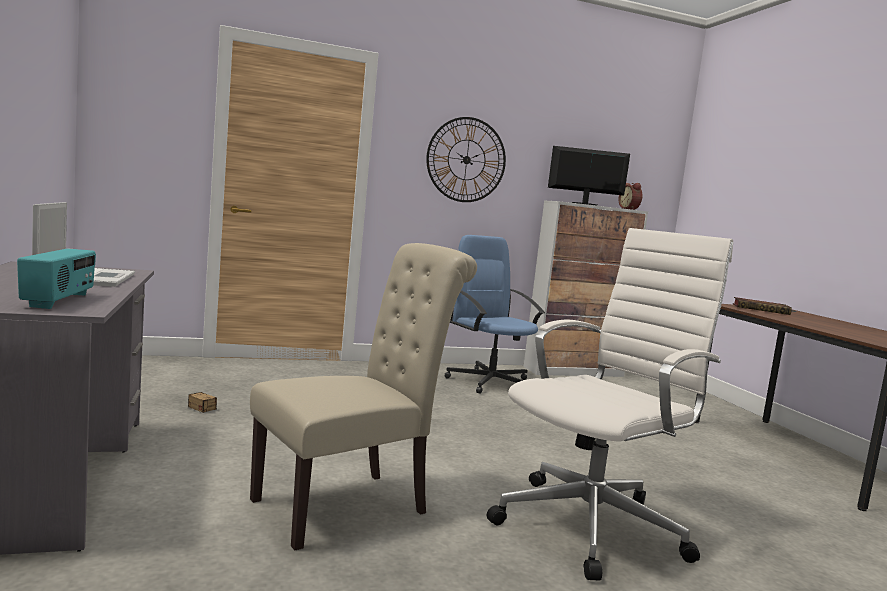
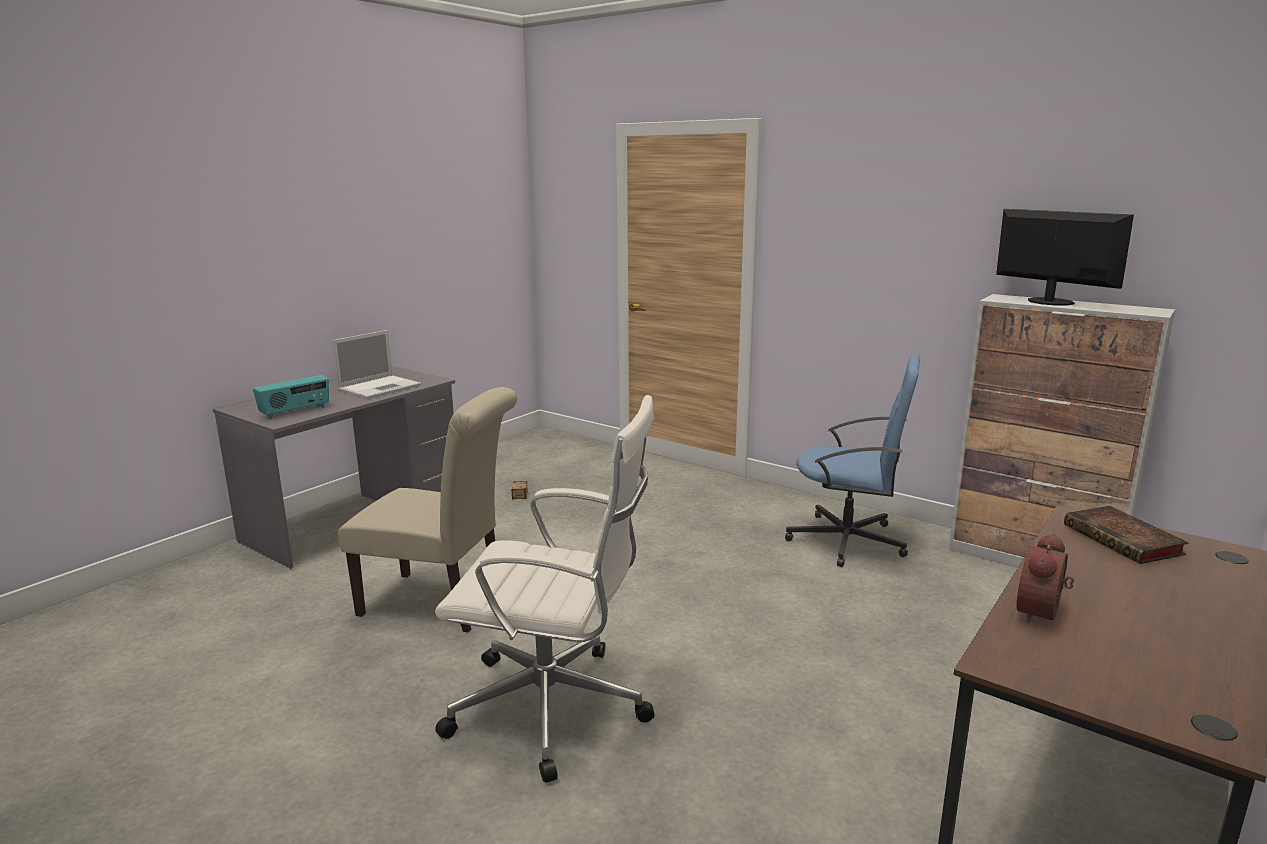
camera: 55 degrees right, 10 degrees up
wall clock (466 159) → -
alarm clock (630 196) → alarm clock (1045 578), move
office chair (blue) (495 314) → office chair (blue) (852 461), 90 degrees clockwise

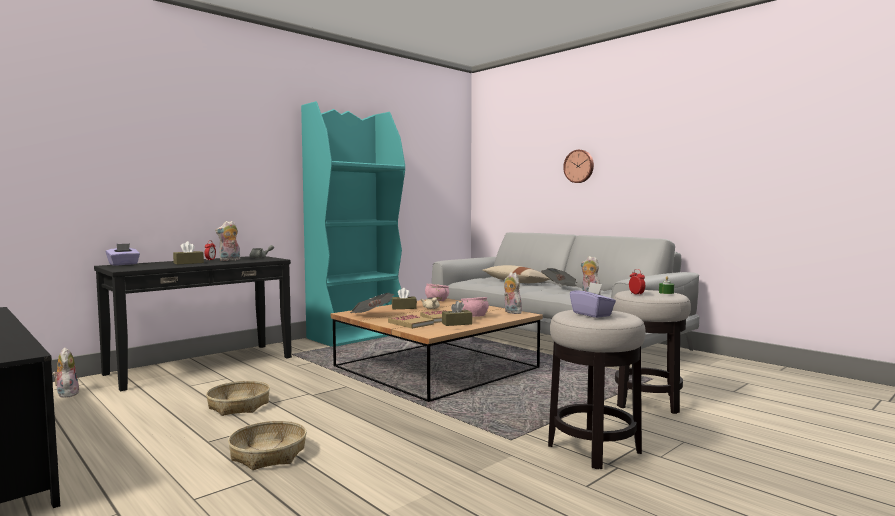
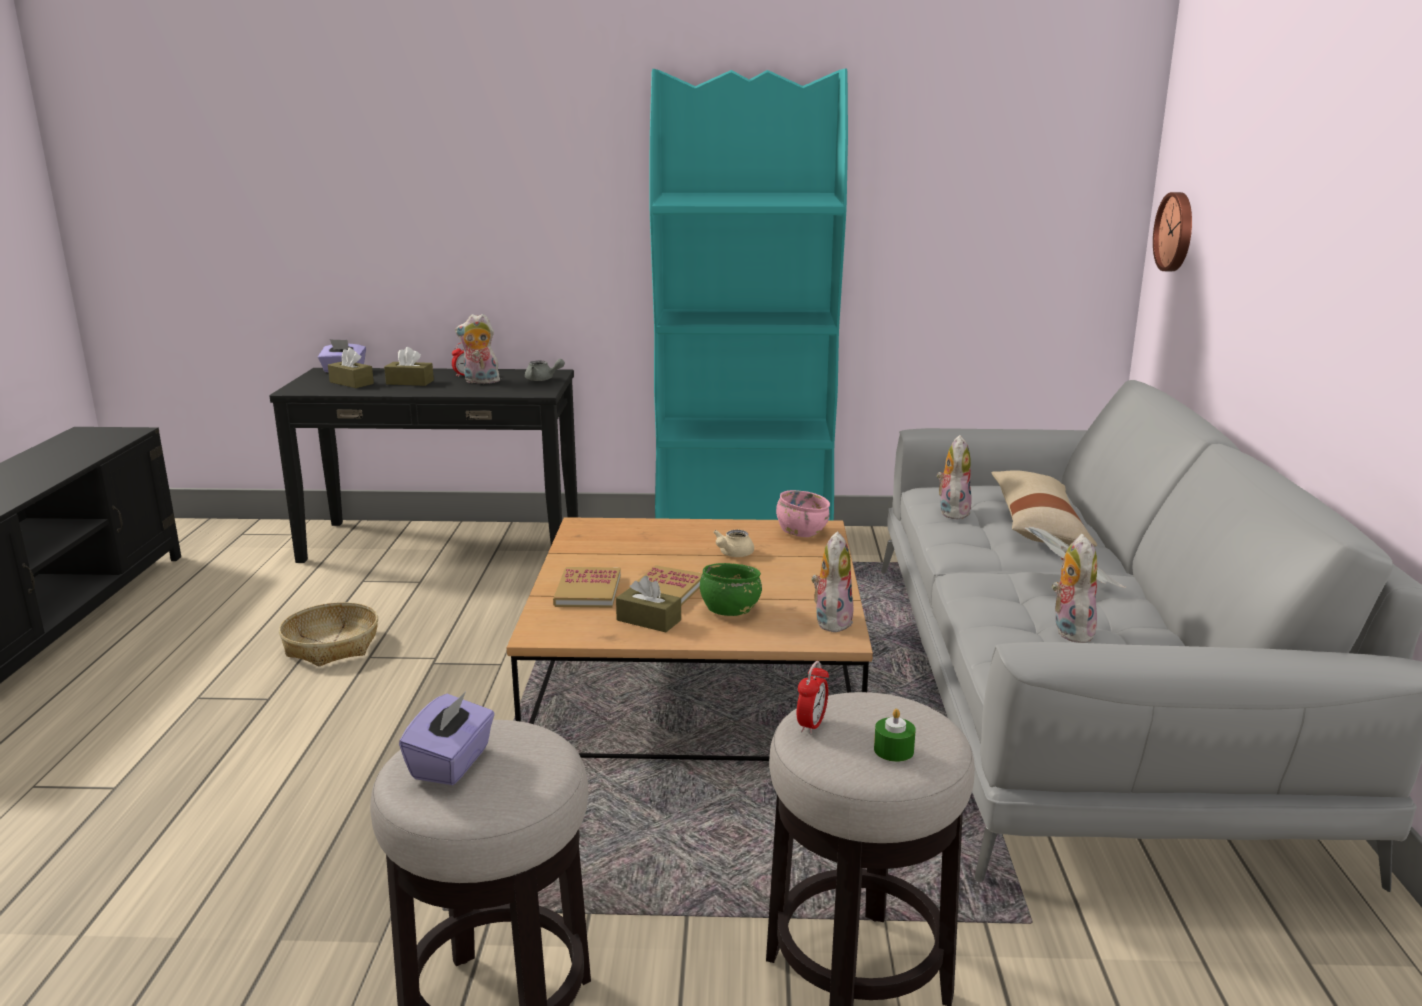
camera: 45 degrees right, 15 degrees up
wall clock (578 166) → wall clock (1172 231), move
tissue box (brown) (404 298) → tissue box (brown) (351 368), move
newspaper (372 303) → -
bowl (pink) (475 307) → bowl (green) (731 589)
plush toy (66 373) → plush toy (954 477), move
basket (267 445) → -

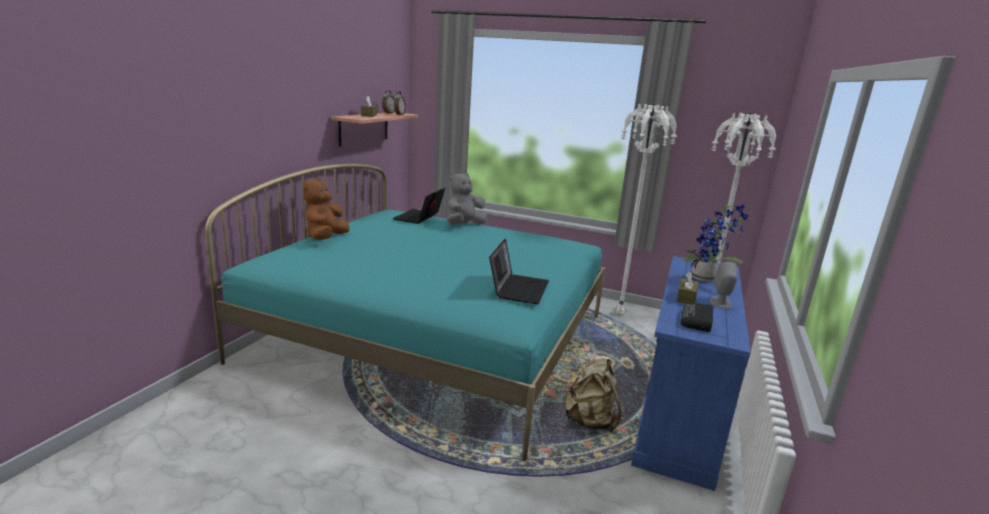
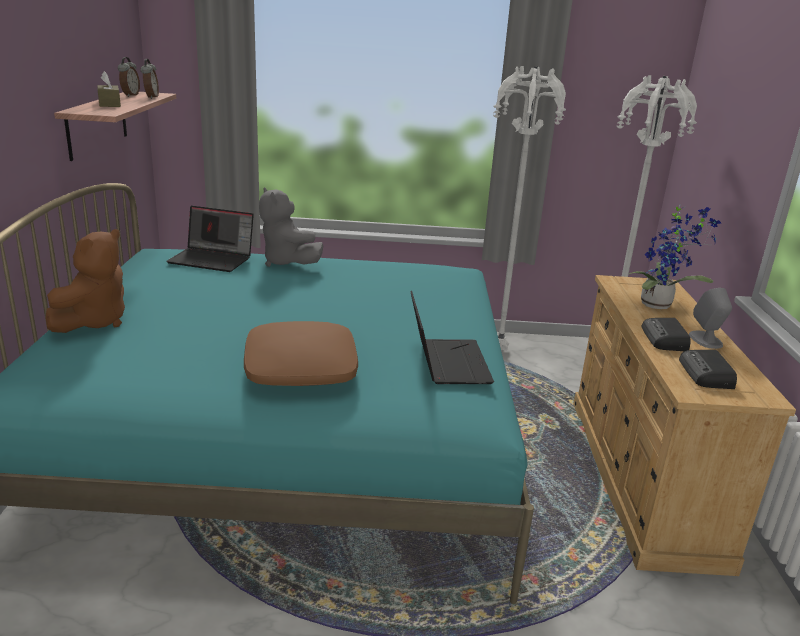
camera: 20 degrees left, 5 degrees up
plush toy (grey) (467 199) → plush toy (grey) (291 227), 60 degrees counterclockwise
plush toy (brown) (326 209) → plush toy (brown) (85 281), 150 degrees counterclockwise
laptop (419 206) → laptop (210 239), 75 degrees counterclockwise
dresser (blue) (691 373) → dresser (beige) (684 425)
tissue box (brown) (687 288) → radio (666 334)
backpack (beige) (592 394) → -
- → pillow (brown) (301 353)

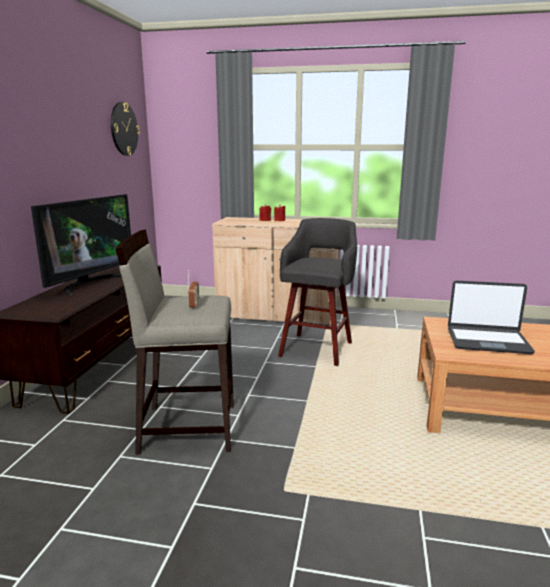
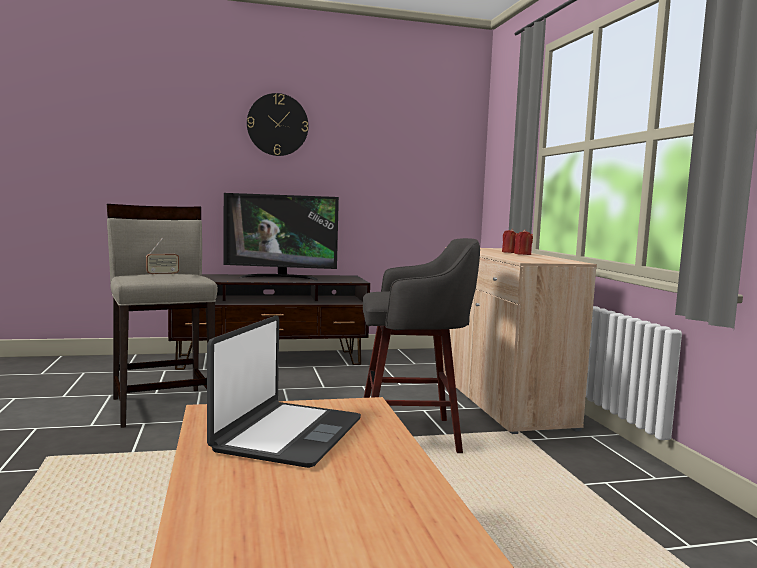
camera: 65 degrees right, 10 degrees down
wall clock (125 129) → wall clock (277 124), move
laptop (491 317) → laptop (284 391), 150 degrees counterclockwise

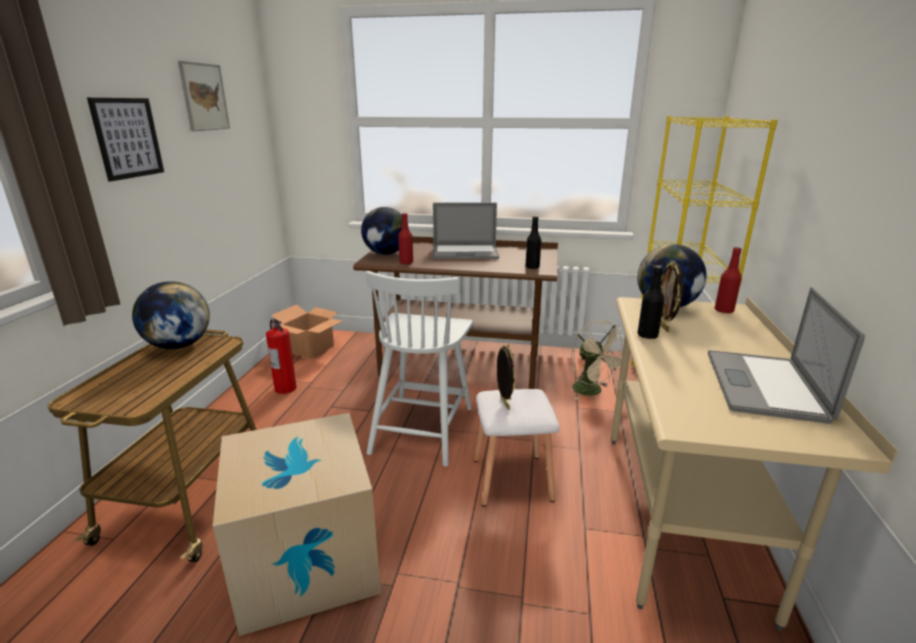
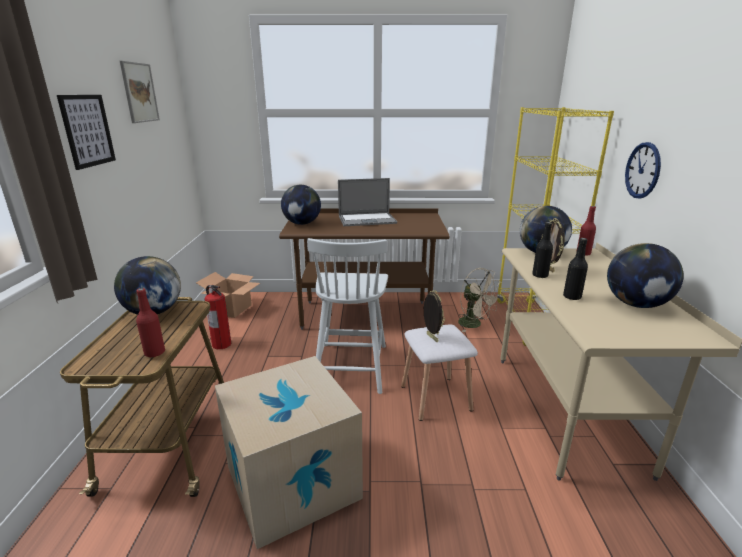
camera: 10 degrees left, 0 degrees up
bottle (red) (405 238) → bottle (red) (150 322), move
bottle (black) (533 242) → bottle (black) (575 269), move
laptop (786 355) → globe (645 275)
- → wall clock (643 170)

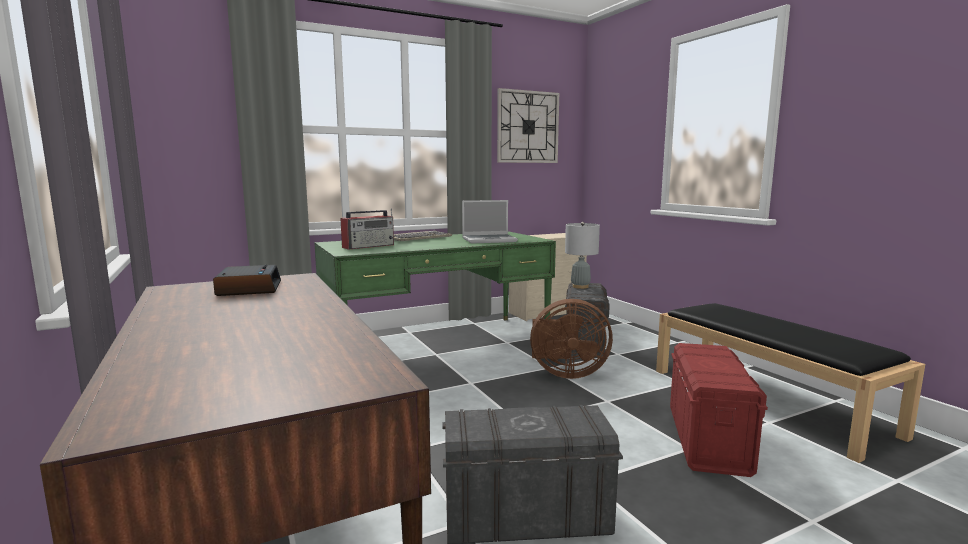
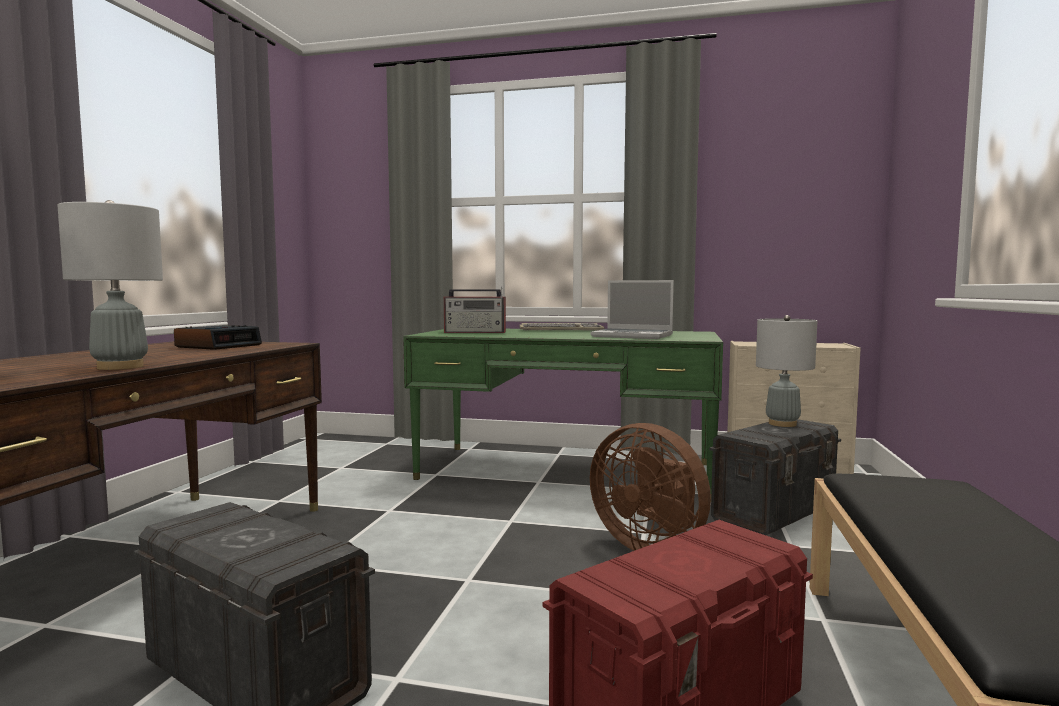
camera: 40 degrees right, 5 degrees down
wall clock (528 125) → -
- → table lamp (grey) (110 285)

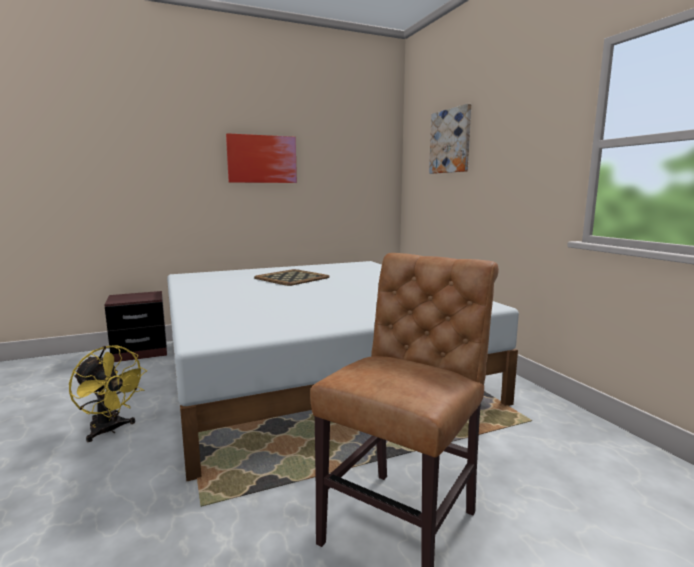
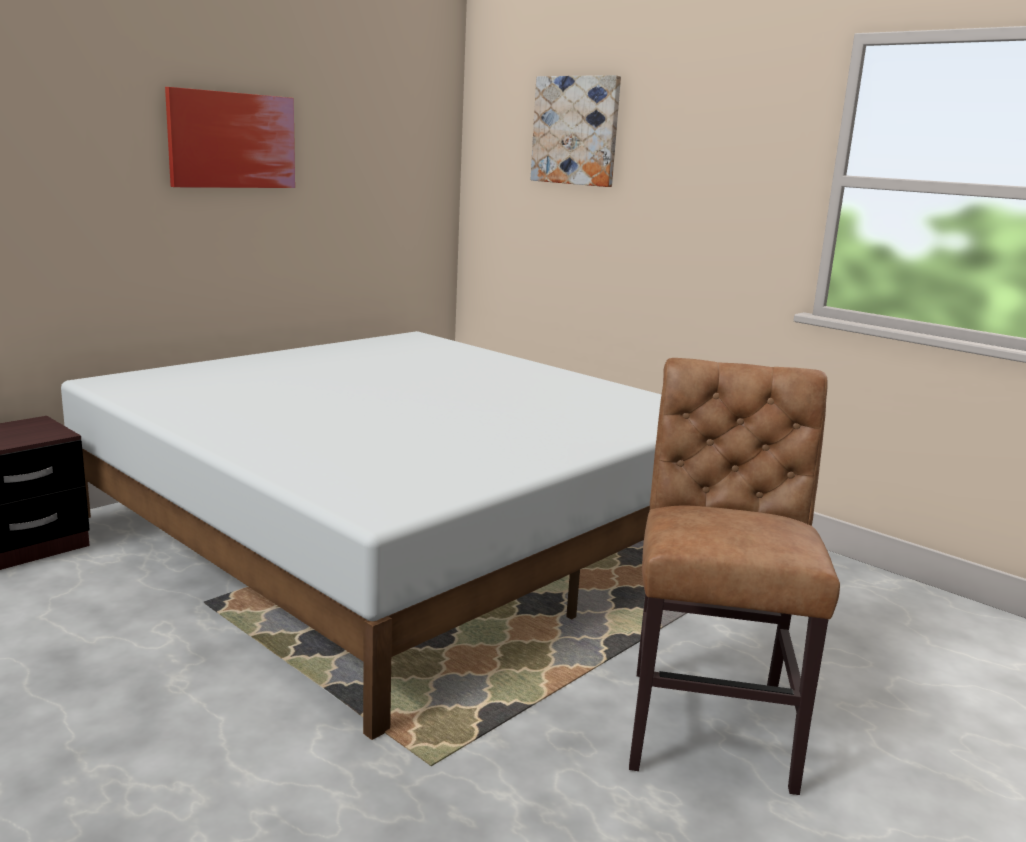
camera: 25 degrees left, 5 degrees up
tray (292 277) → -
fan (yellow) (108 394) → -

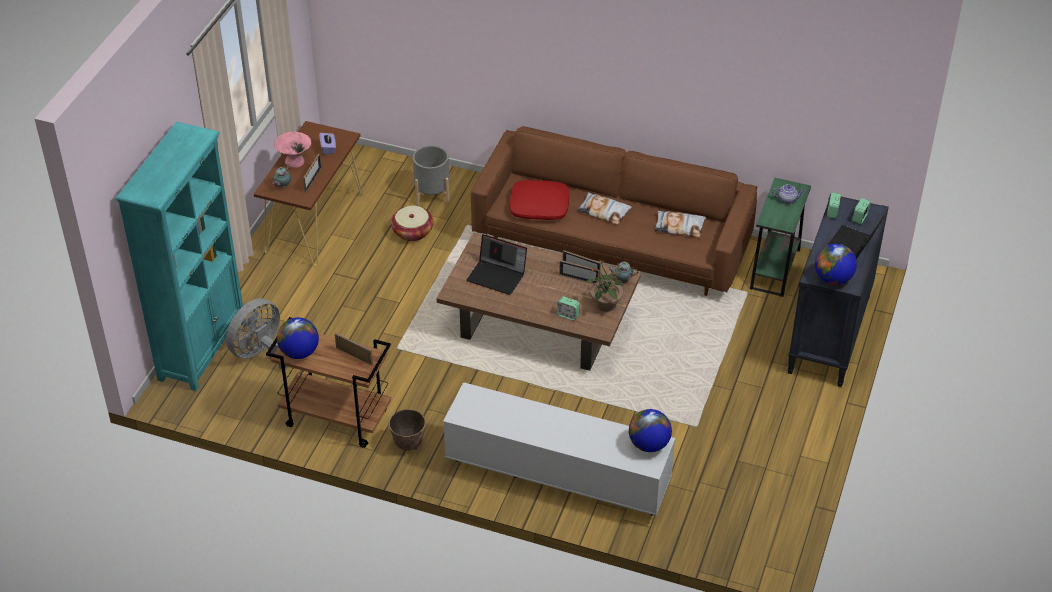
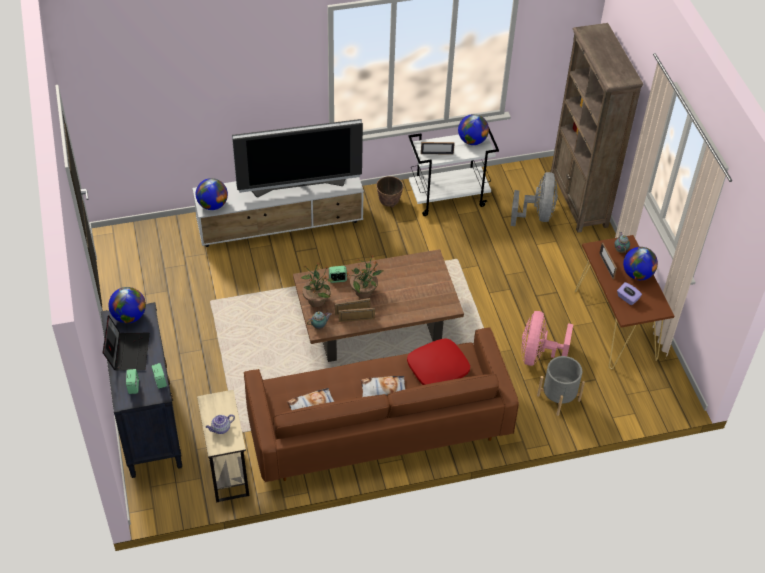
camera: 145 degrees right, 5 degrees up
bookcase (turquoise) (179 256) → bookcase (brown) (596 128)
bowl (pink) (292 149) → globe (640 263)
side table (green) (780 237) → side table (beige) (223 446)
basket (412 223) → fan (pink) (547 338)
laptop (497 264) → -
cart (brown) (328 382) → cart (white) (453 172)
- → television (297 158)
- → potted plant (364 277)

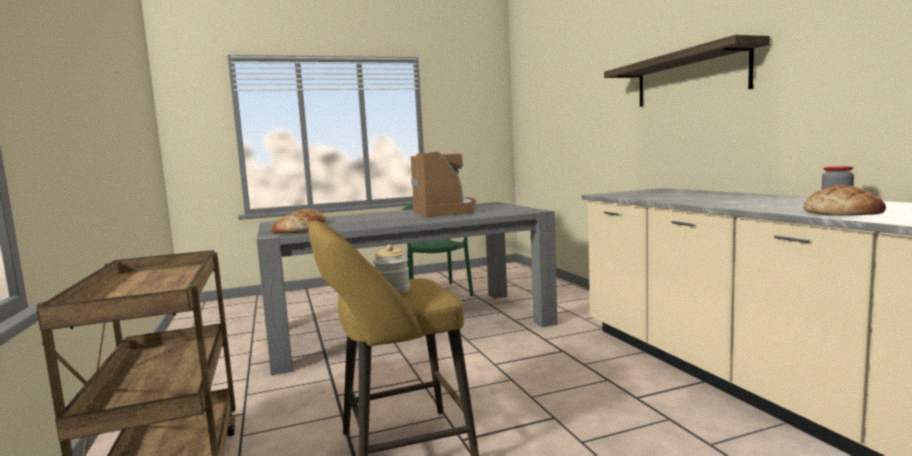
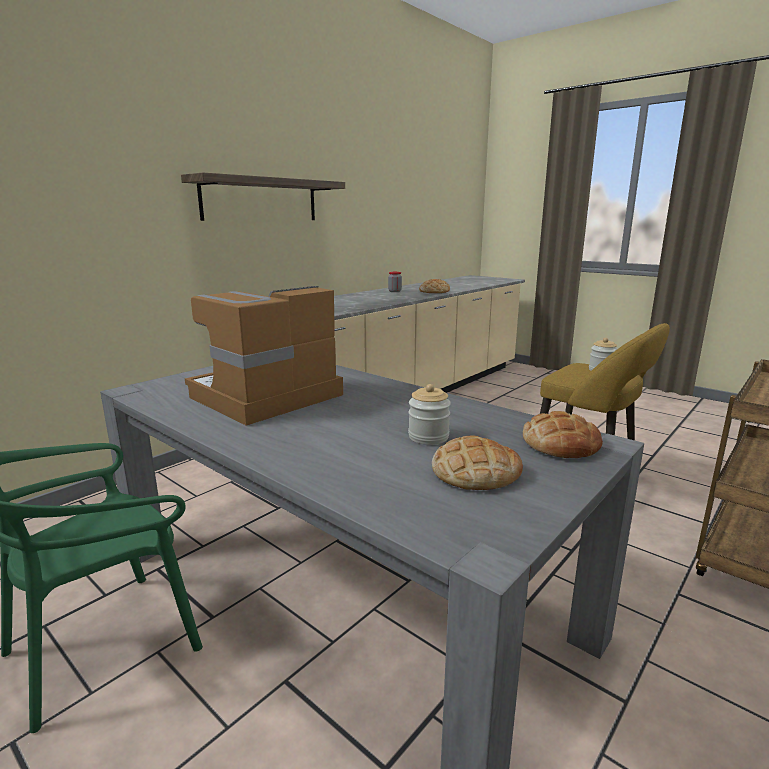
camera: 120 degrees left, 10 degrees up
- → jar (429 414)

